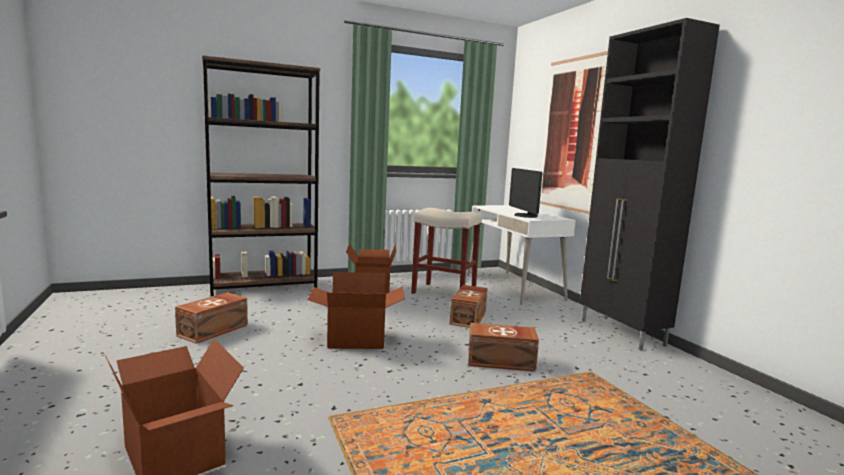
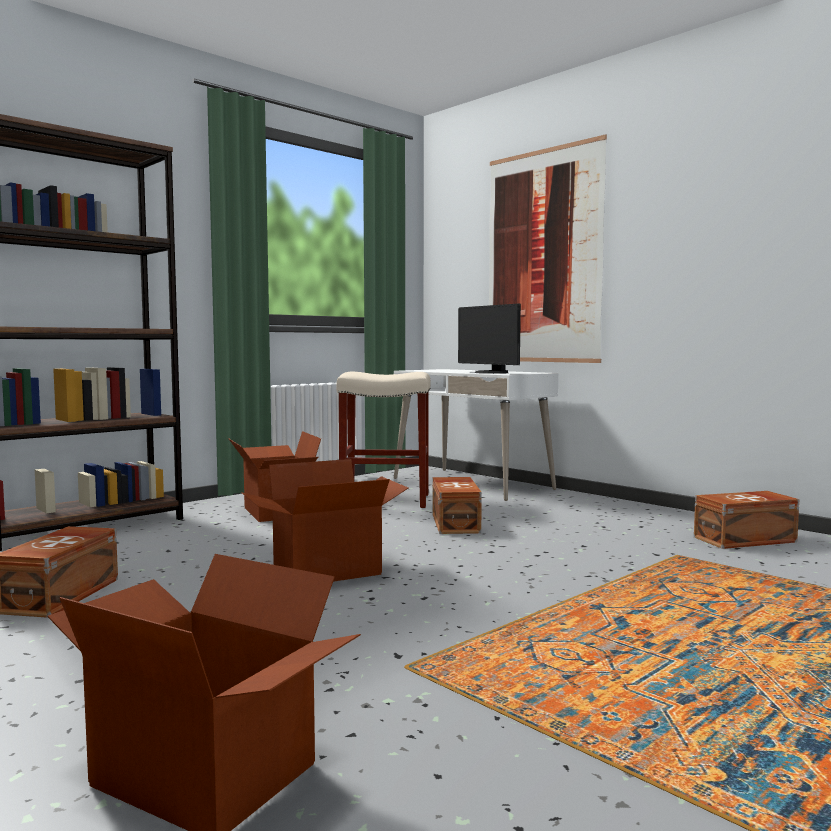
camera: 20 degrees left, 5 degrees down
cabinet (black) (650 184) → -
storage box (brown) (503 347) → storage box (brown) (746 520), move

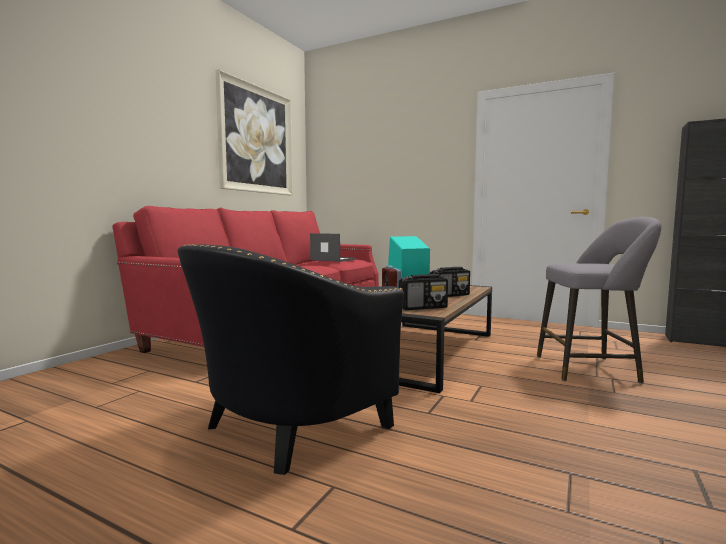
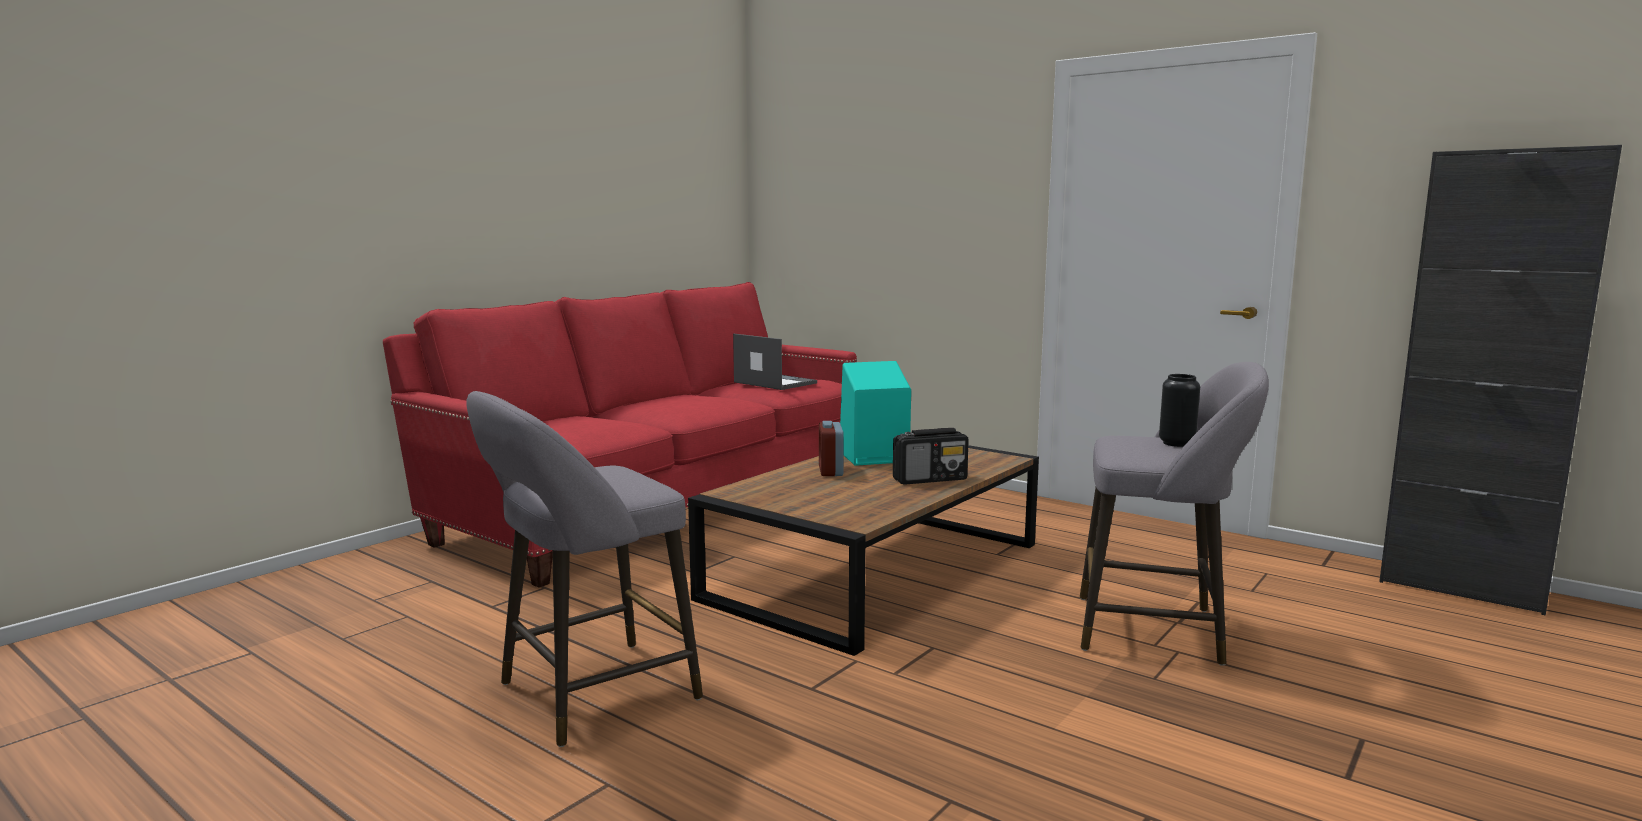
camera: 10 degrees right, 5 degrees up
picture (254 132) → -
armchair (black) (290 359) → stool (grey) (585 569)
radio (423 292) → -
- → vase (black) (1179 410)

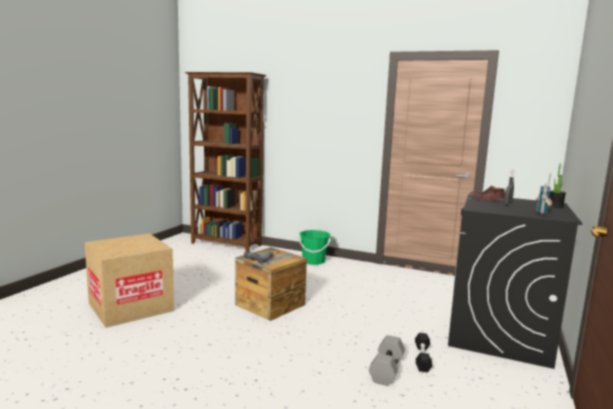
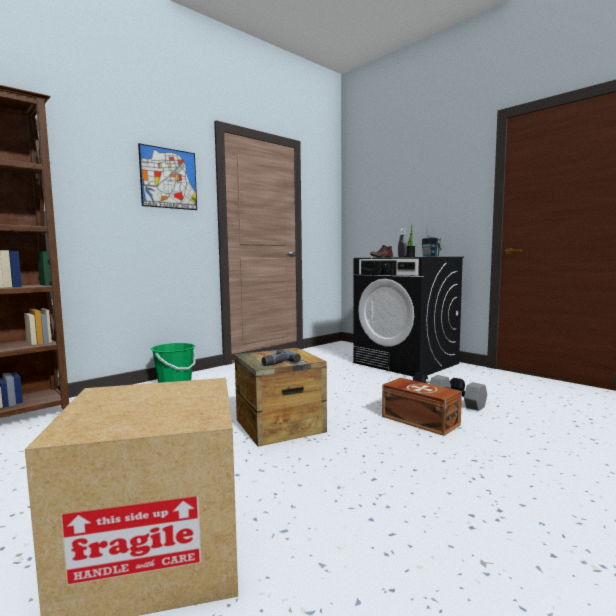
camera: 65 degrees left, 5 degrees down
- → picture (167 176)
- → storage box (brown) (422 407)

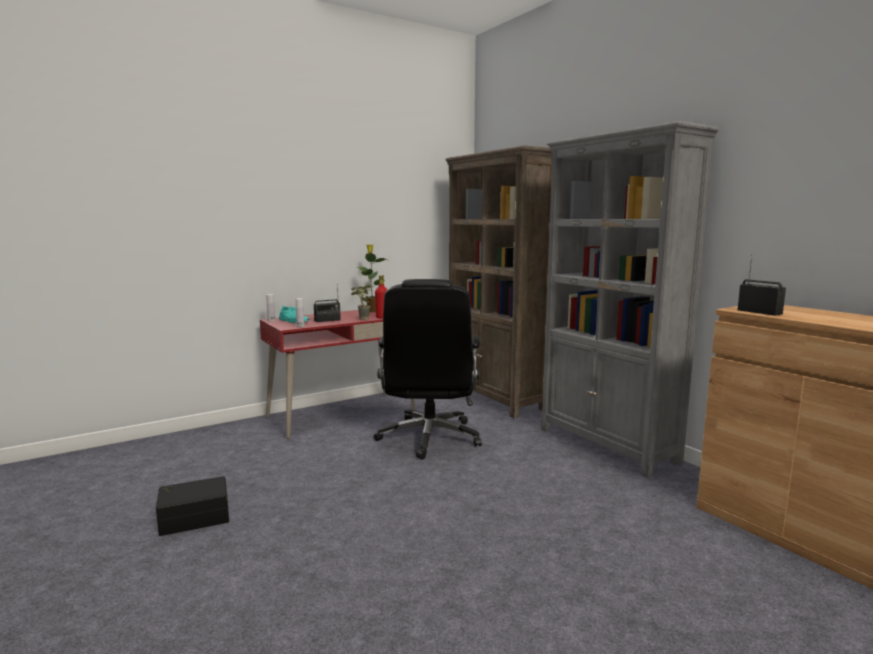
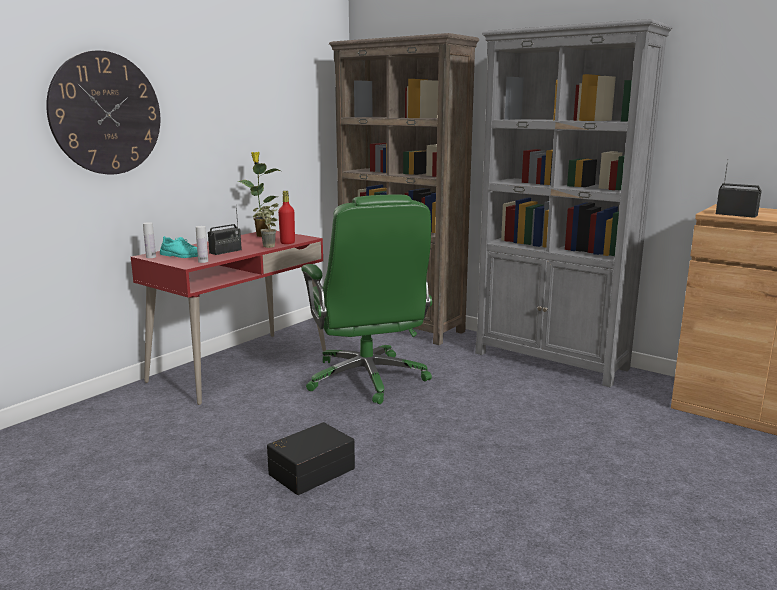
camera: 20 degrees left, 5 degrees up
office chair (black) (428 369) → office chair (green) (366 299)
storage box (black) (192 506) → storage box (black) (311 458), move
- → wall clock (103 112)

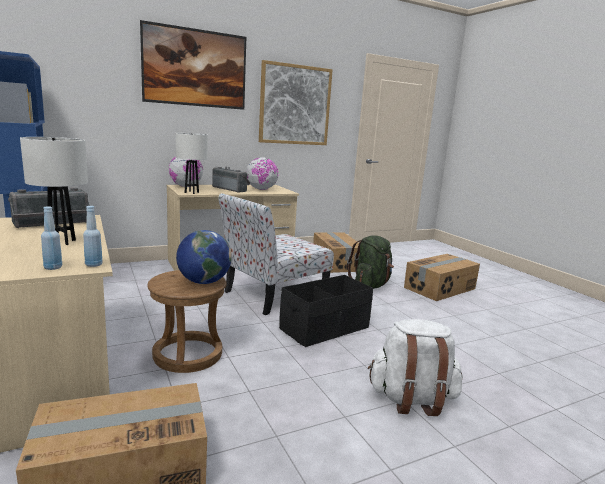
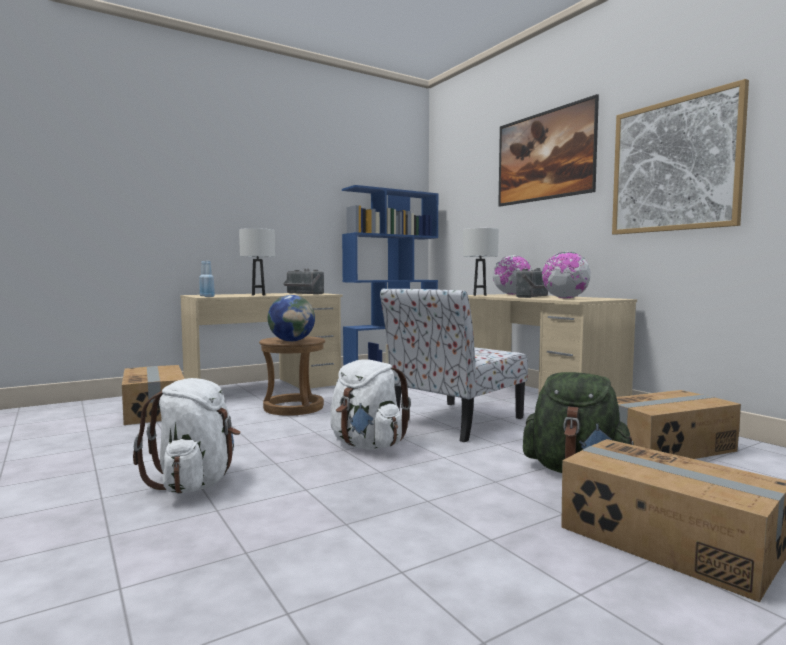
camera: 85 degrees right, 10 degrees down
chair (276 254) → chair (454 365), 90 degrees counterclockwise
storage box (black) (326 311) → backpack (white) (370 404)

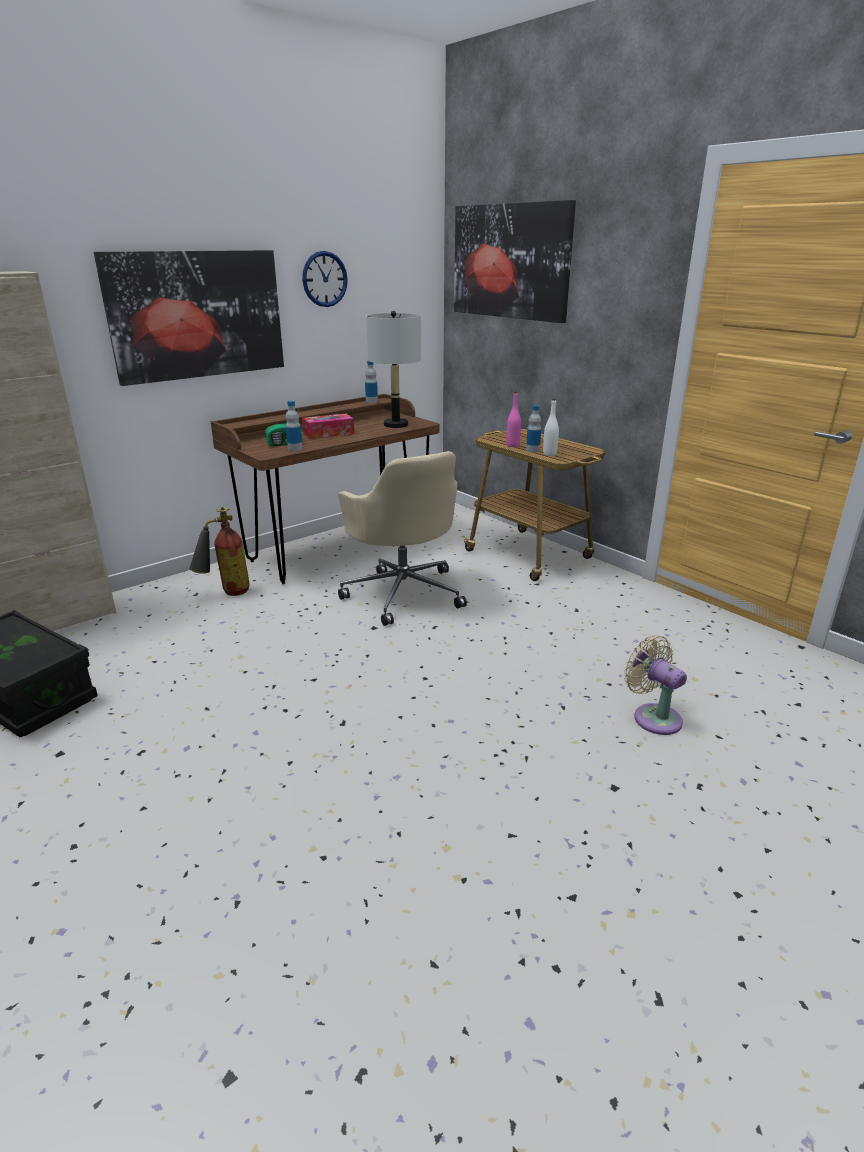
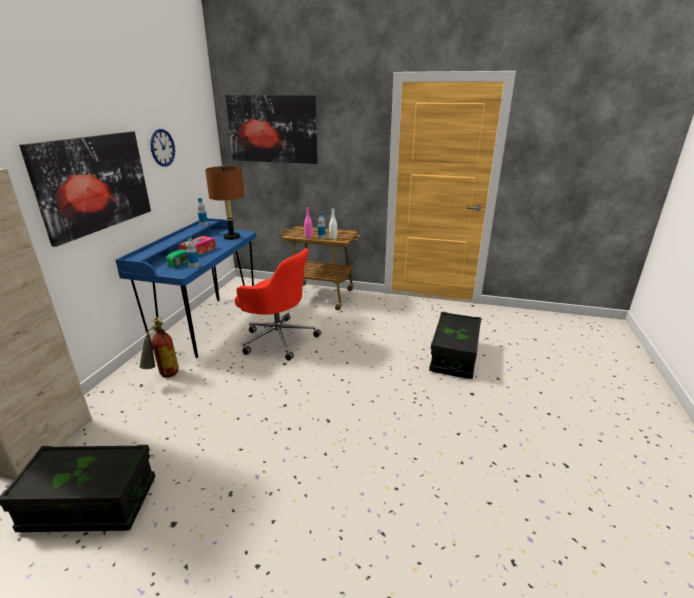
camera: 35 degrees left, 0 degrees up
table lamp (grey) (393 369) → table lamp (brown) (224 203)
desk (brown) (325 489) → desk (blue) (186 288)
office chair (beige) (402 538) → office chair (red) (278 304)
fan (beige) (655 685) → storage box (black) (455 345)

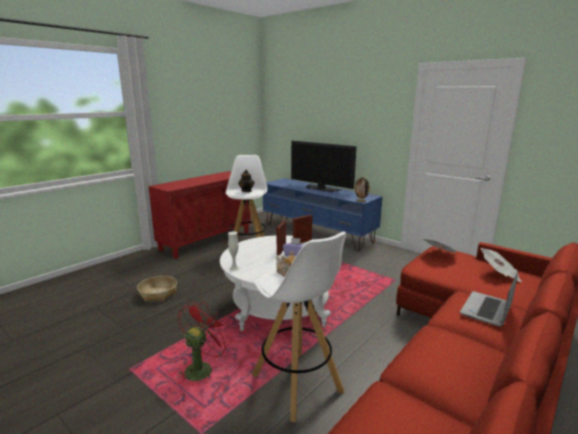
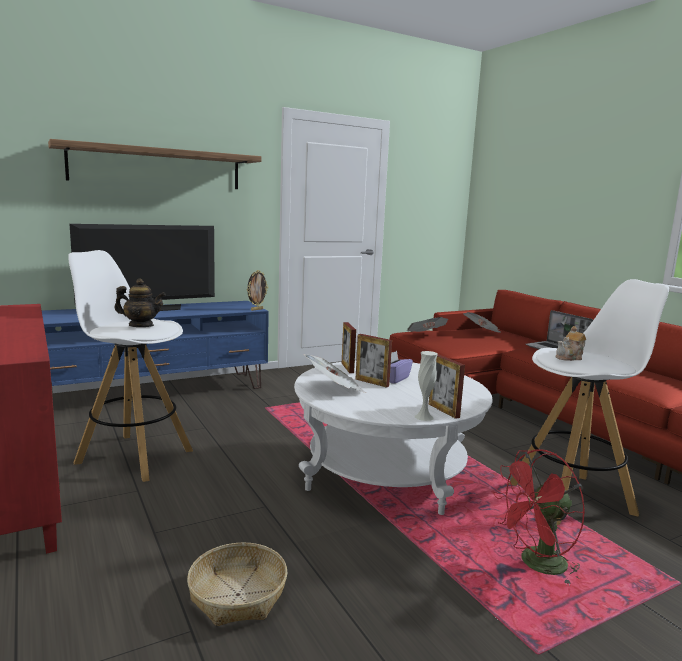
camera: 70 degrees left, 5 degrees down
fan (red) (204 341) → fan (red) (539 517), 75 degrees counterclockwise
- → shelf (155 164)
- → newspaper (335 373)
- → picture frame (447 386)

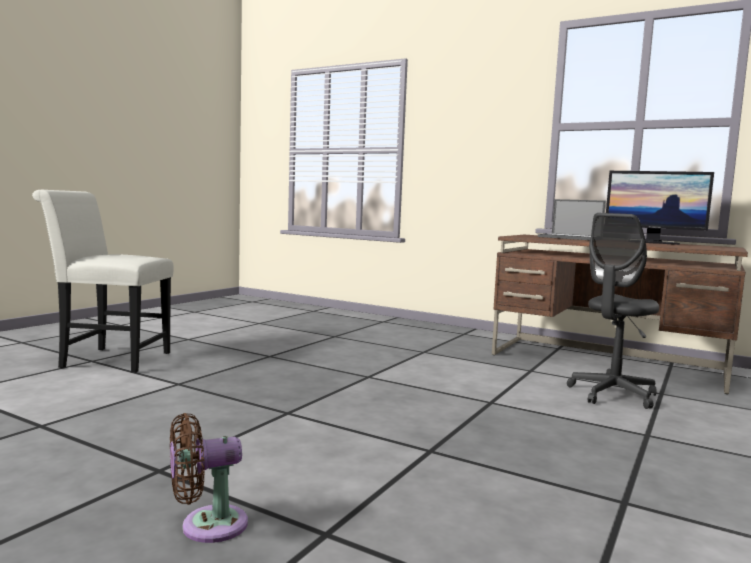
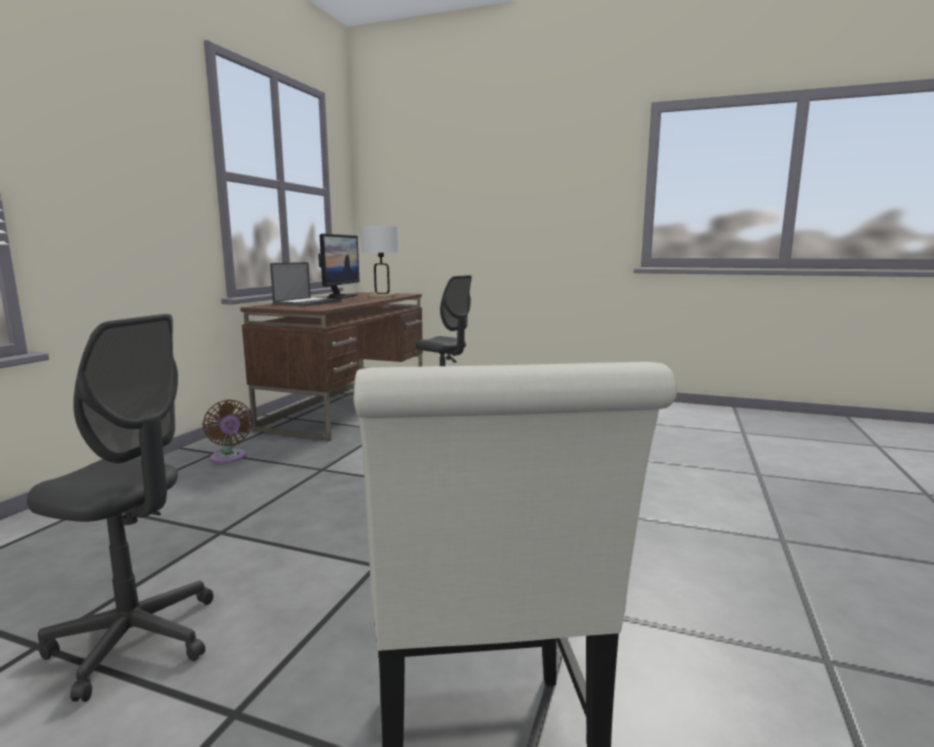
camera: 100 degrees left, 5 degrees up
fan (brown) (209 478) → fan (brown) (228 431), move
- → table lamp (white) (380 261)
- → office chair (grey) (120 508)

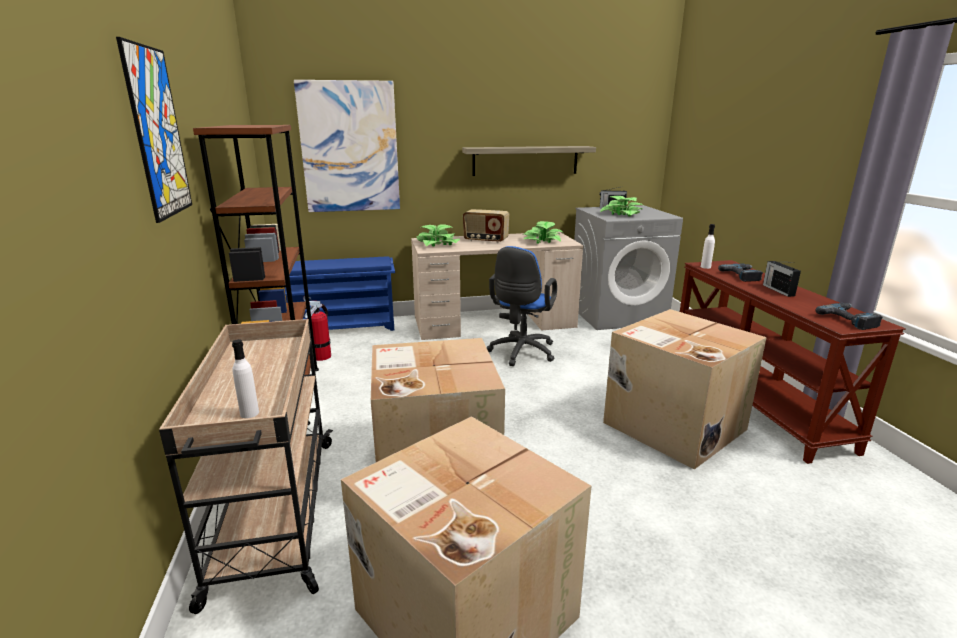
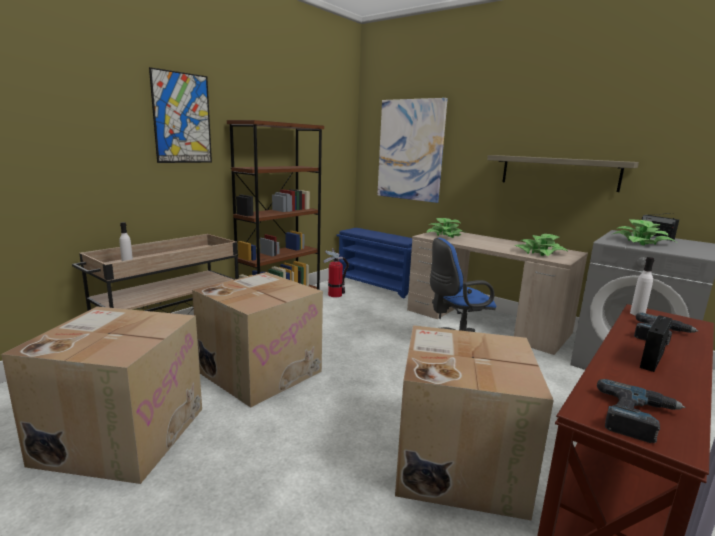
camera: 50 degrees right, 5 degrees down
radio (486 226) → -

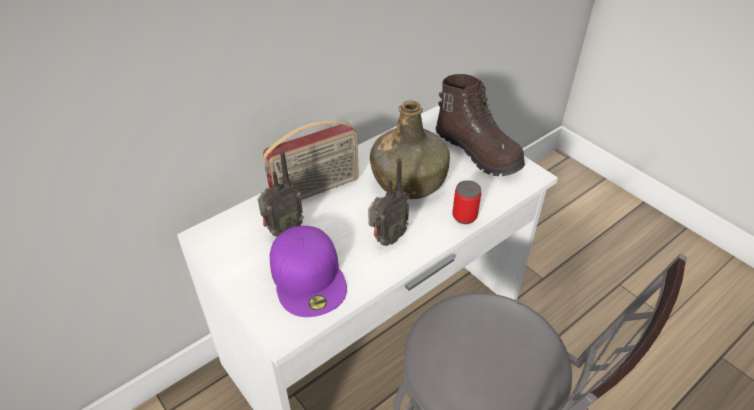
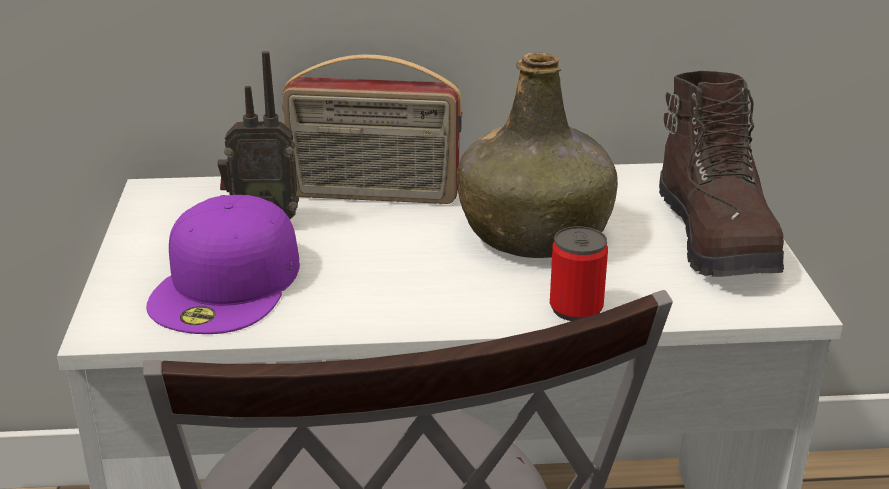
camera: 35 degrees right, 15 degrees down
radio (389 202) → -

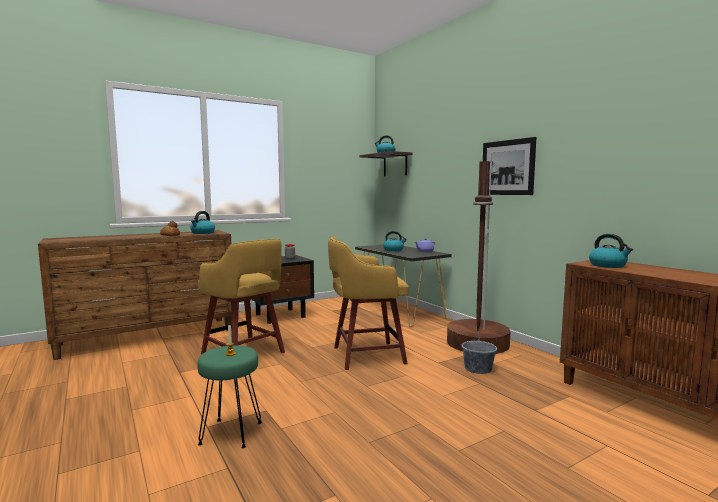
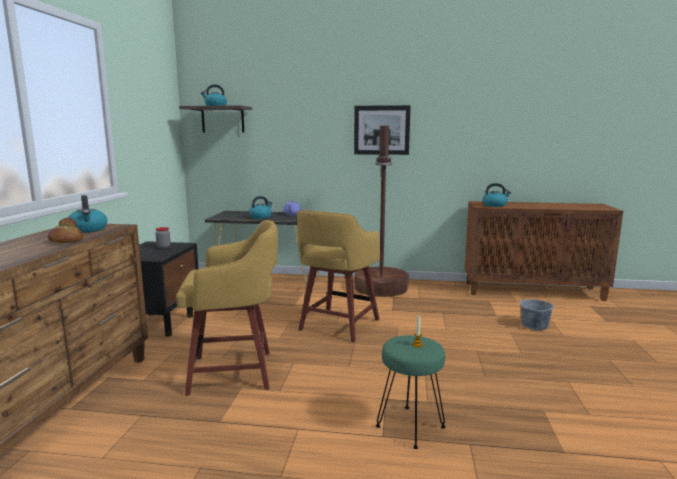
camera: 50 degrees left, 5 degrees up
bucket (grey) (479 352) → bucket (grey) (537 309), move

